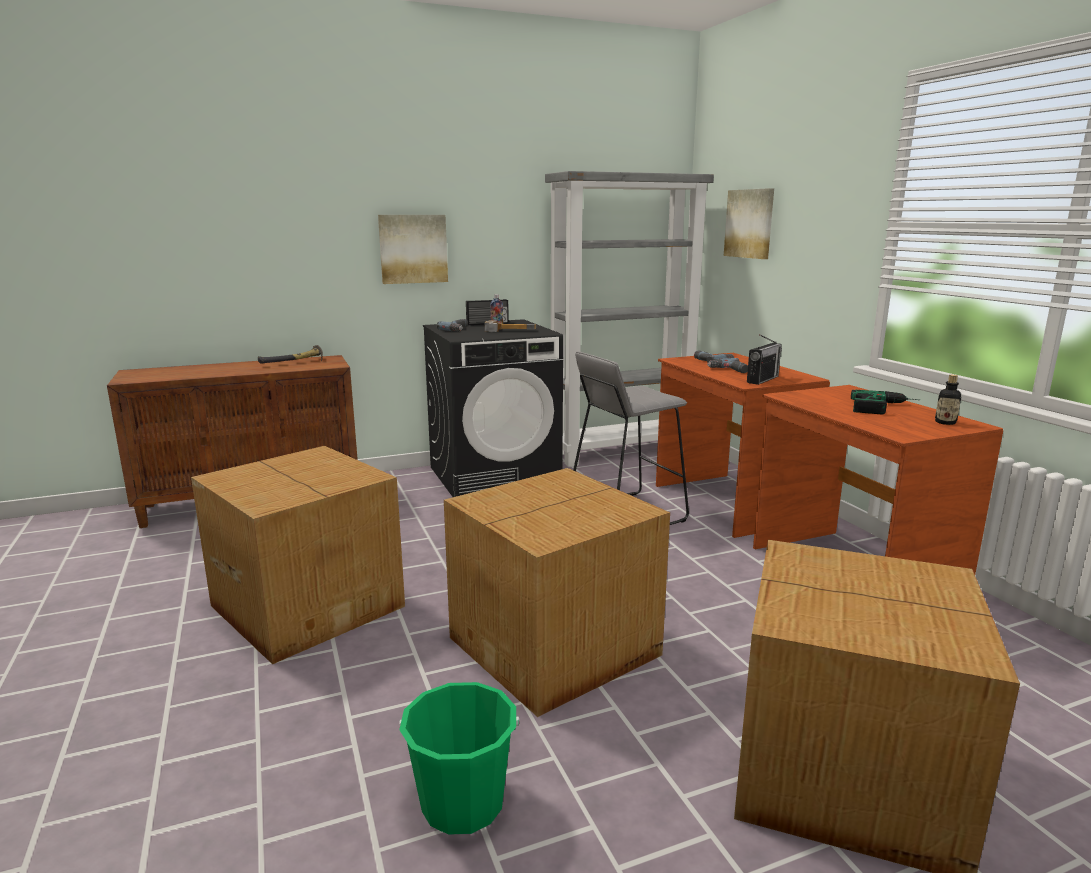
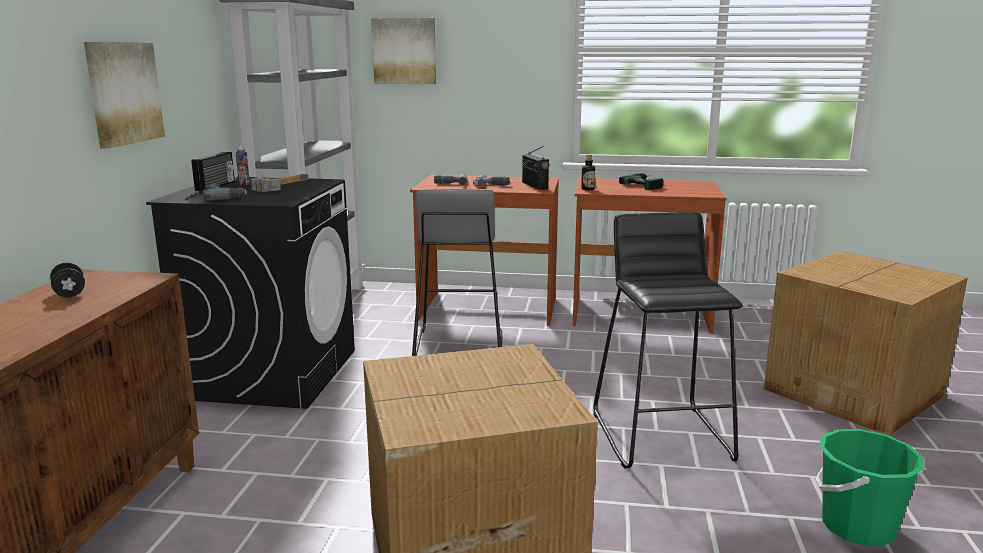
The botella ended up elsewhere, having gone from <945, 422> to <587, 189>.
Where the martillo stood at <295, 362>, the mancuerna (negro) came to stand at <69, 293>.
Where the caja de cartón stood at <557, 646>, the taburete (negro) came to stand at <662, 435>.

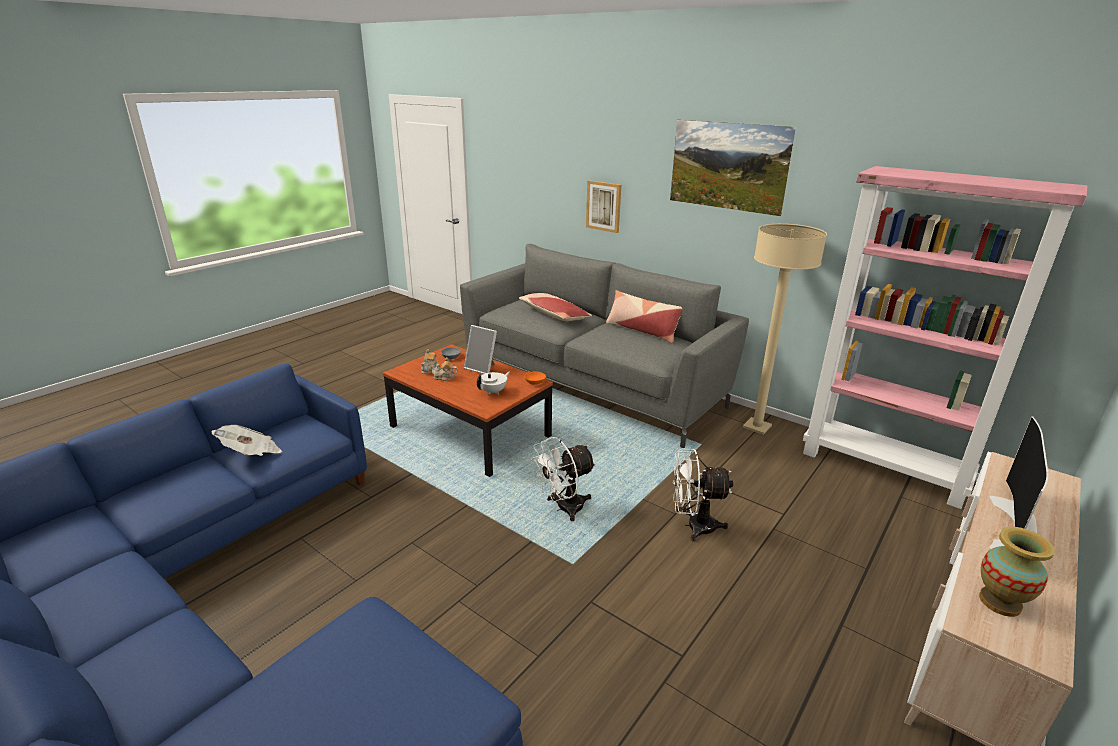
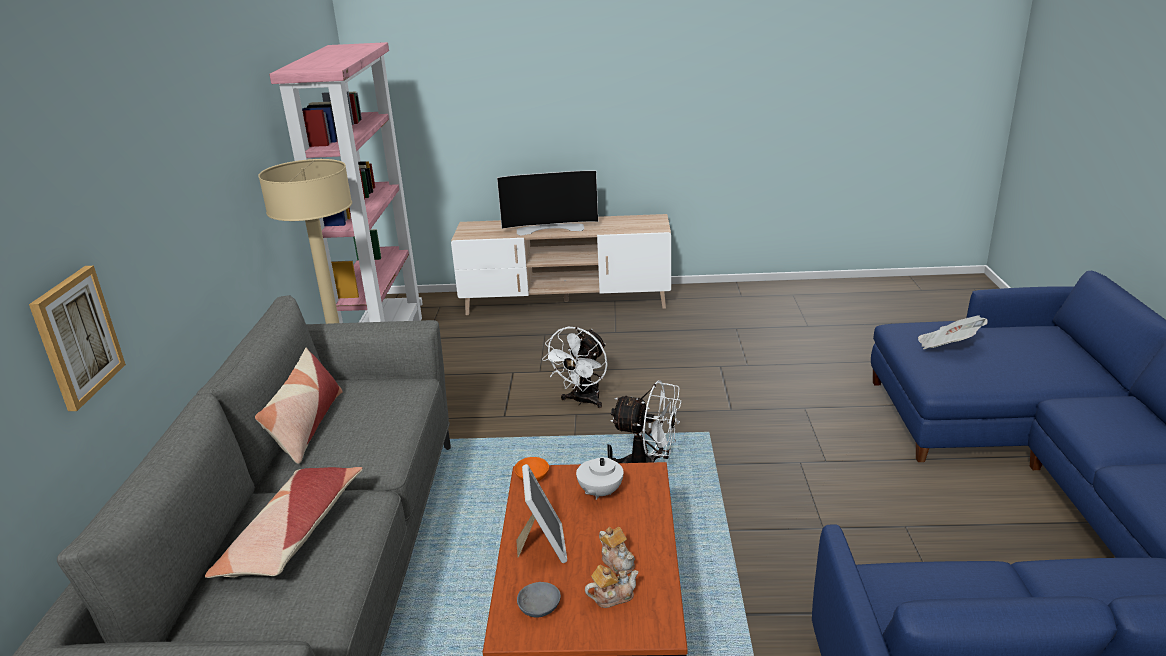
The second view lost the cuadro at <725, 187>.
The second view lost the florero at <999, 602>.
The periódico ended up elsewhere, having gone from <251, 453> to <947, 346>.
The tetera (blanco) at <493, 391> ended up facing another way, 75 degrees counterclockwise from before.
The ventilador (blanco) at <693, 526> ended up facing another way, 60 degrees clockwise from before.

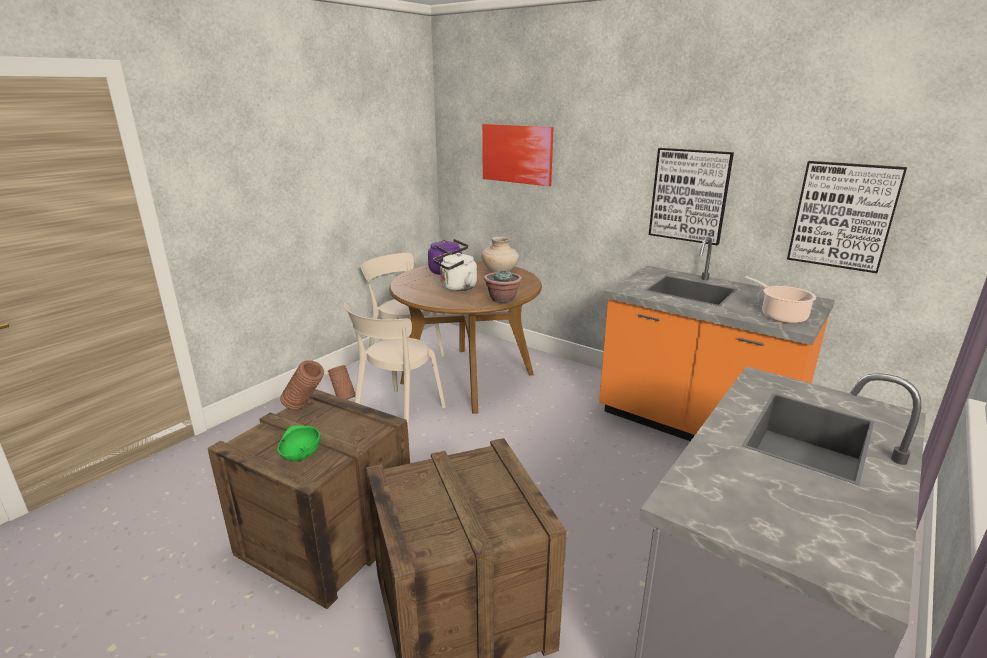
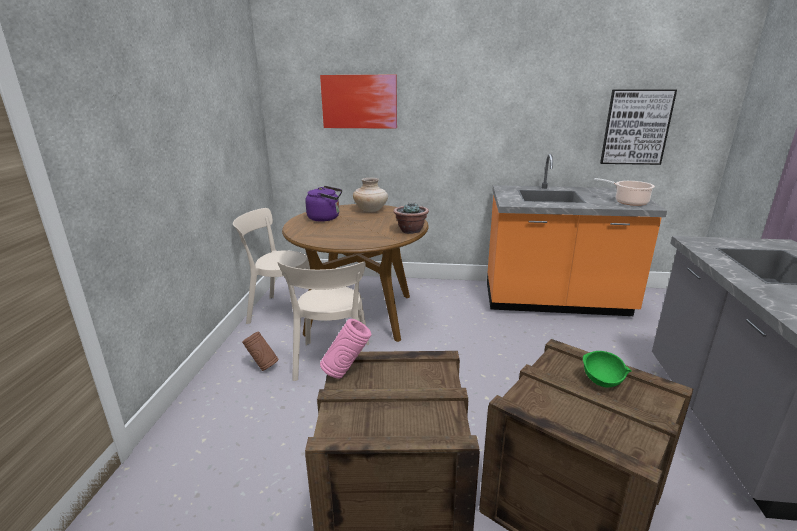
The second view lost the hervidor (blanco) at <456, 288>.
The second view lost the cuadro at <689, 195>.
The cuenco (verde) ended up elsewhere, having gone from <300, 456> to <602, 381>.
What was the florero (marrón) at <305, 408> turned into the florero (rosa) at <347, 373>.

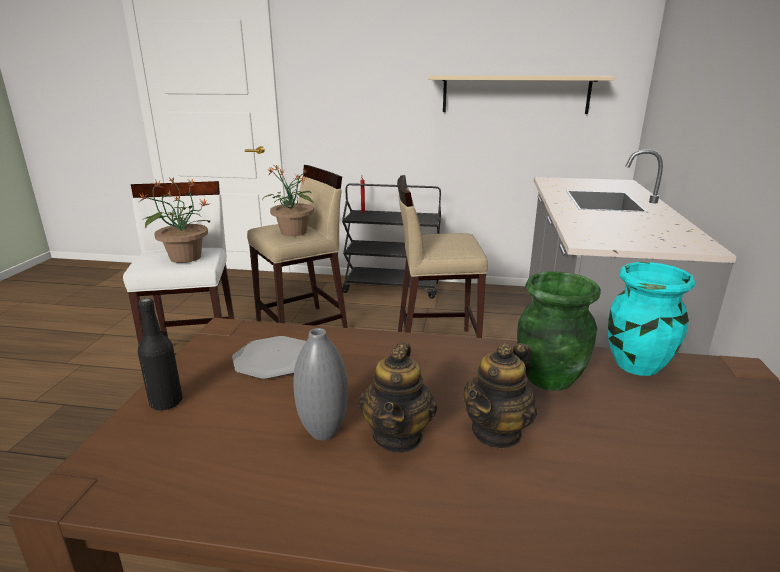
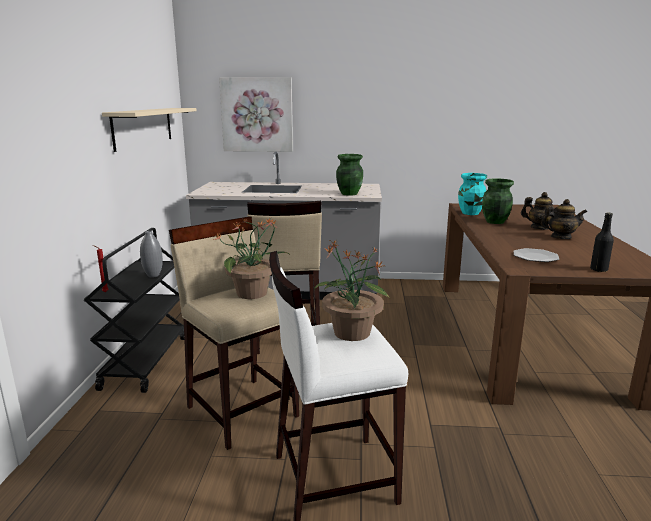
The second view gained the cuadro at <257, 115>.
The second view gained the florero (verde) at <349, 194>.
The florero (gris) ended up elsewhere, having gone from <323, 432> to <153, 275>.

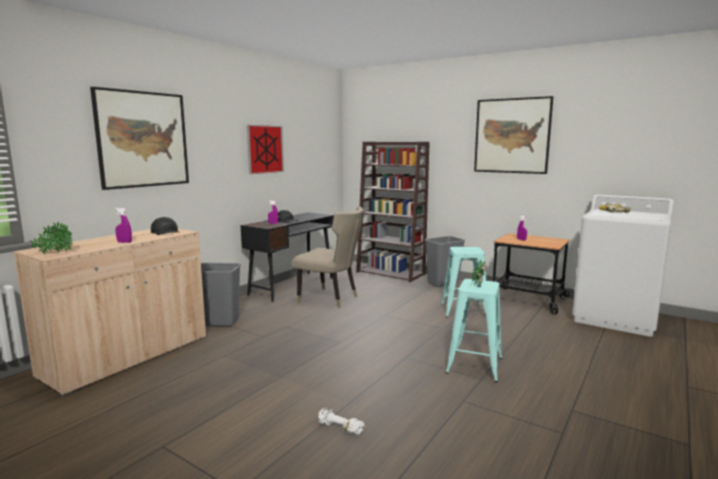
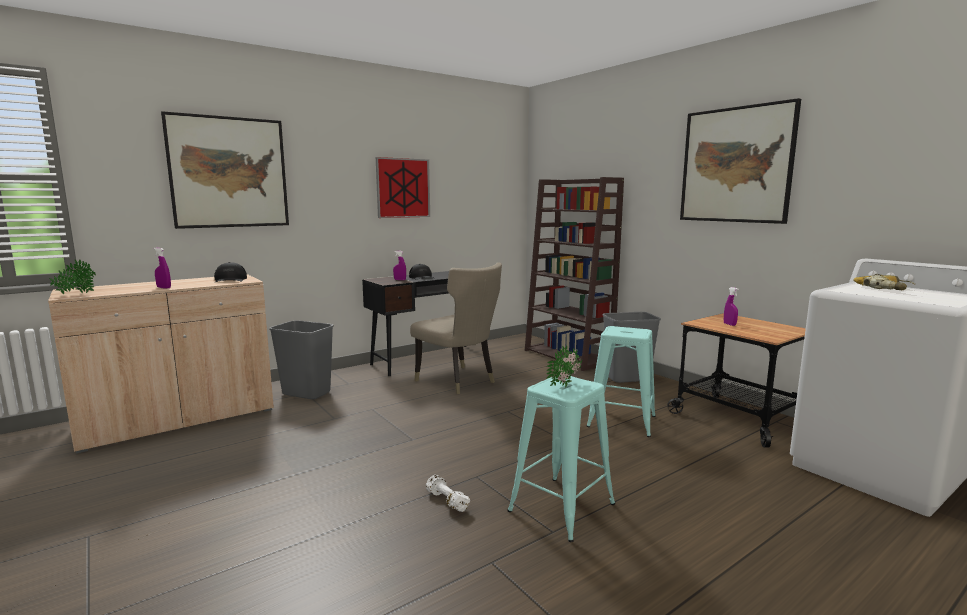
The mancuerna (blanco) ended up elsewhere, having gone from <339, 428> to <446, 501>.

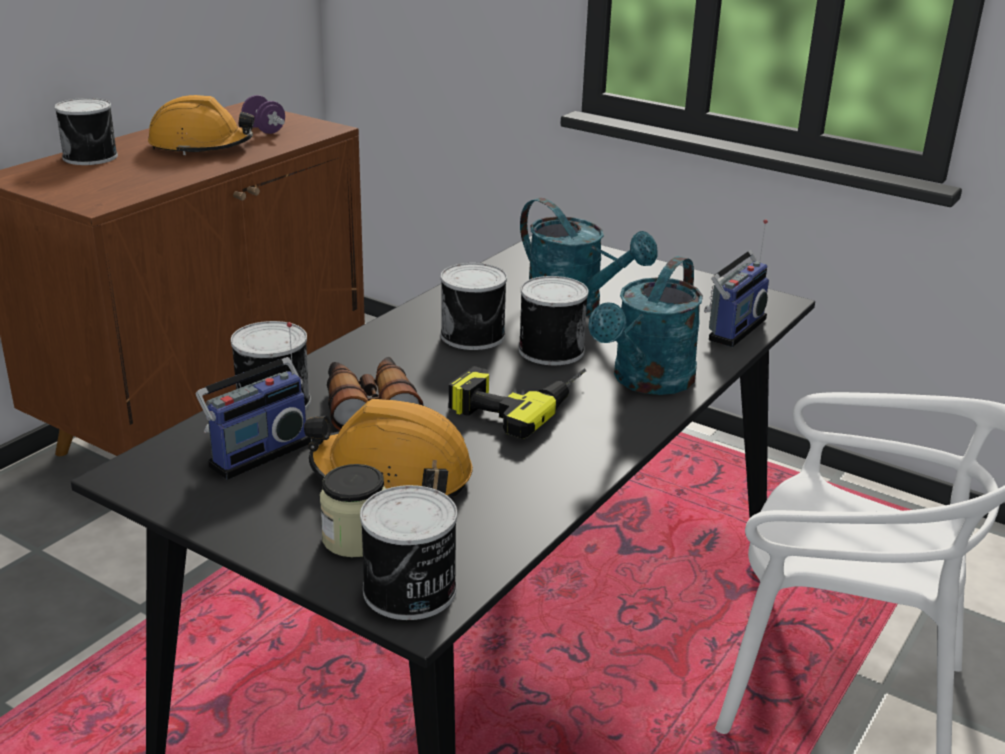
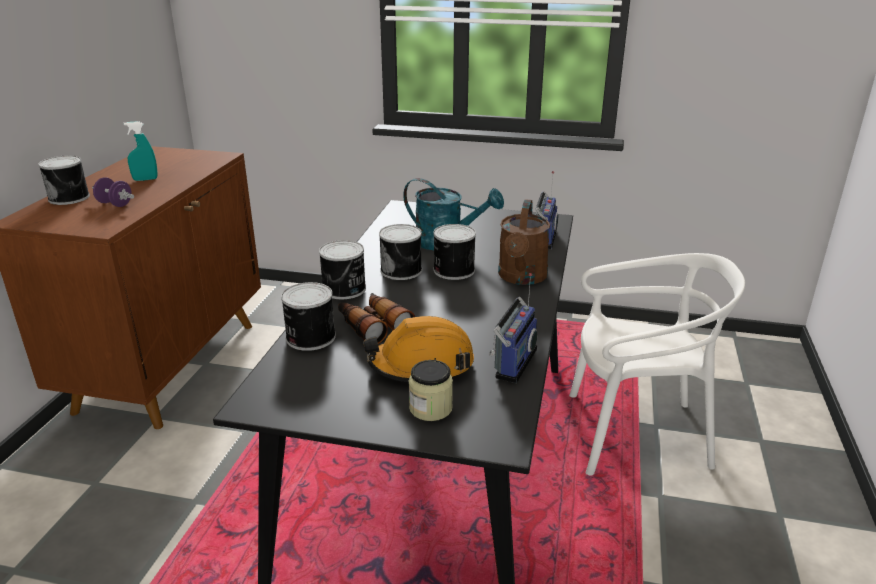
The second view lost the taladro at <518, 400>.
The radio ended up elsewhere, having gone from <257, 452> to <512, 362>.
The mancuerna (morado) ended up elsewhere, having gone from <264, 130> to <115, 204>.
The lata ended up elsewhere, having gone from <411, 591> to <345, 289>.
Where the casco (naranja) stood at <201, 146>, the pulverizador (turquesa) came to stand at <145, 179>.
What was the regadera (turquesa) at <646, 382> turned into the regadera (marrón) at <521, 278>.

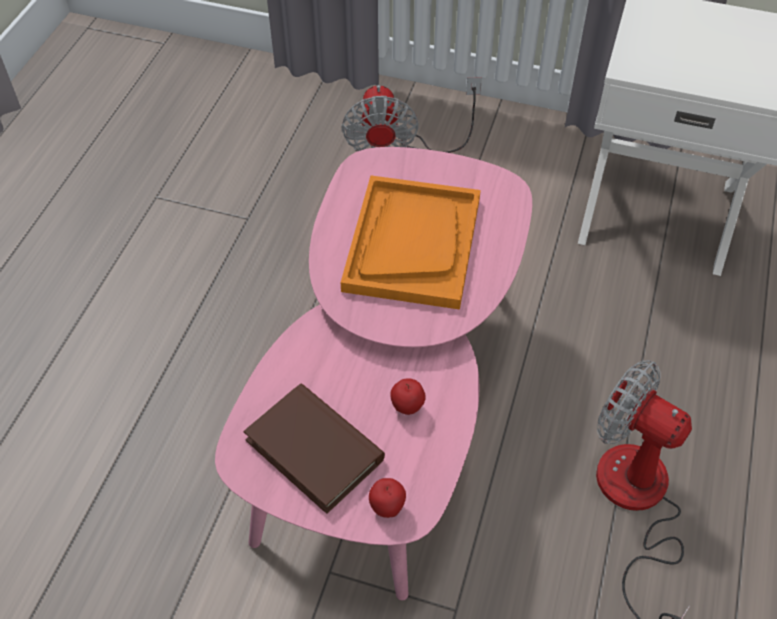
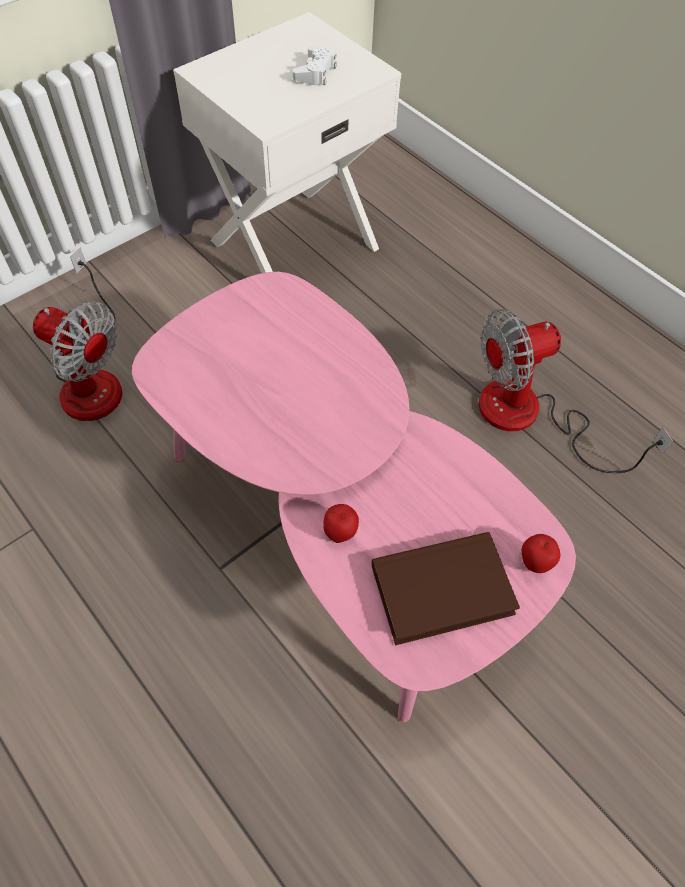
The second view lost the bandeja (naranja) at <412, 243>.
The second view gained the mando de consola (blanco) at <315, 72>.
The manzana ended up elsewhere, having gone from <407, 408> to <340, 533>.

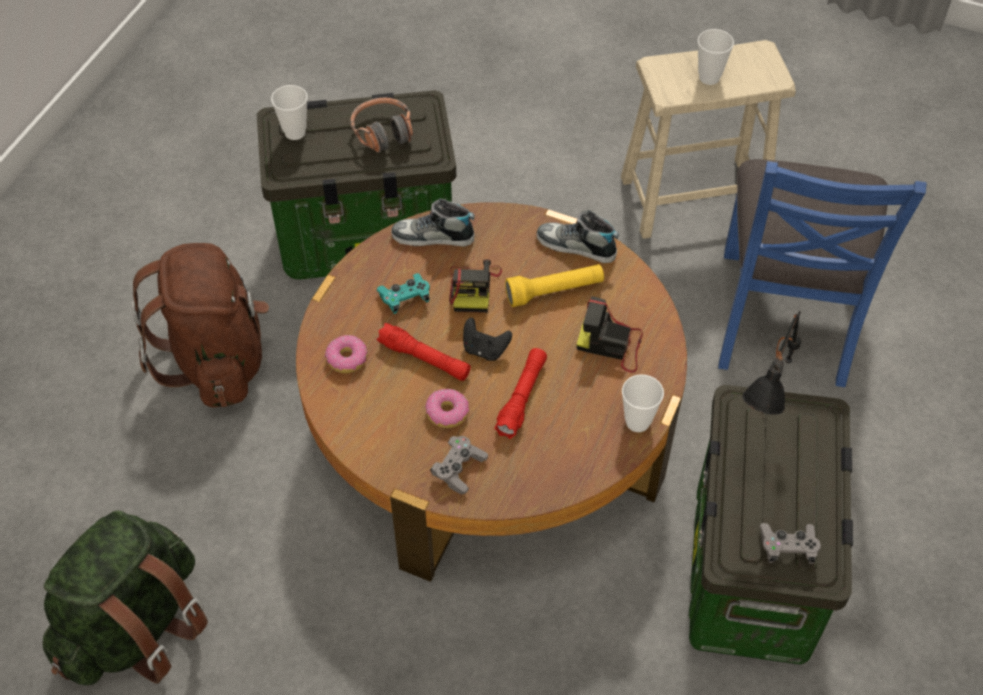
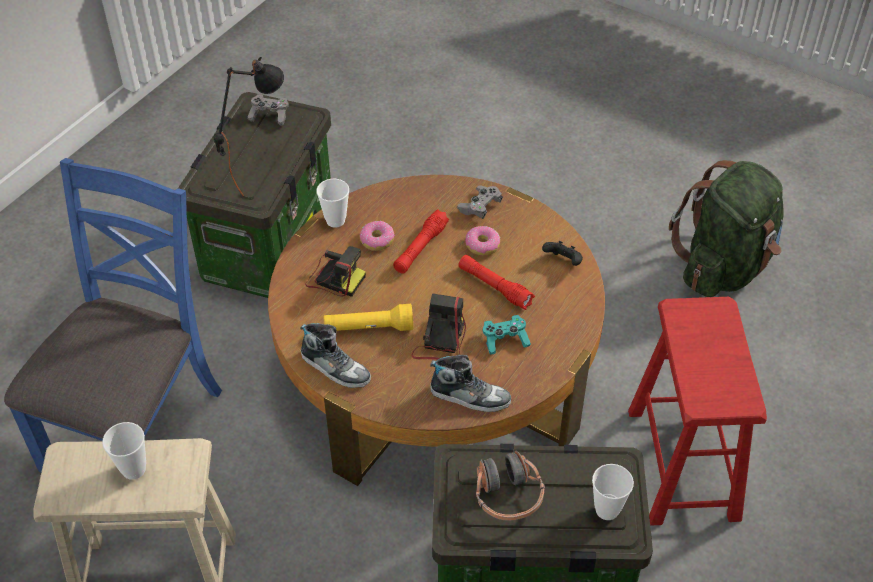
The rosquilla ended up elsewhere, having gone from <347, 359> to <377, 240>.
The mando de consola (negro) ended up elsewhere, having gone from <485, 349> to <563, 262>.
Where the mochila (marrón) stood at <217, 359>, the taburete (rojo) came to stand at <683, 464>.

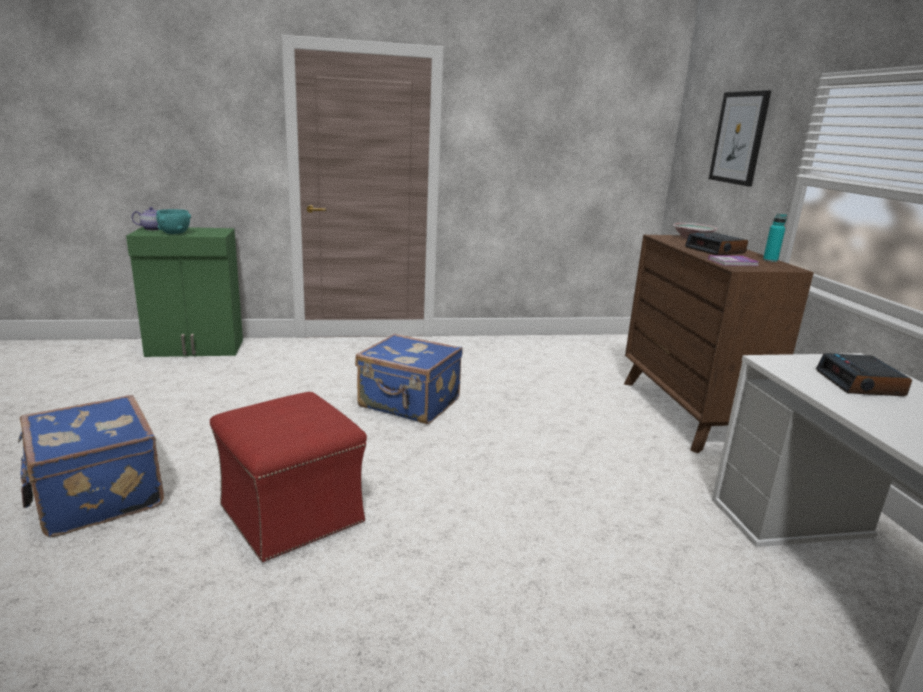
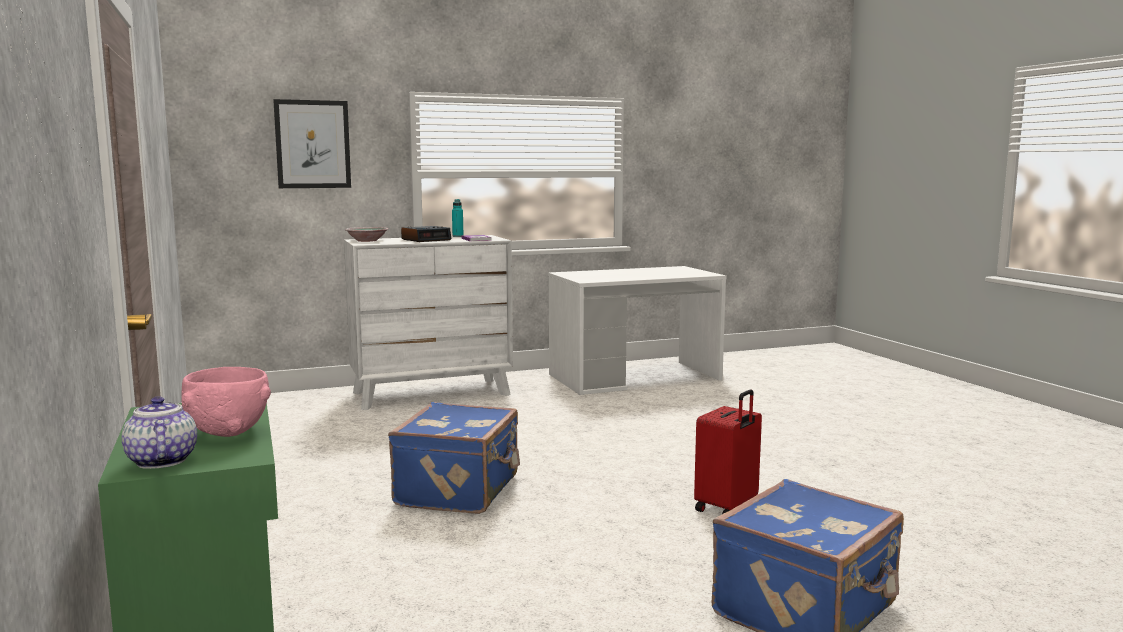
The second view lost the despertador at <860, 383>.
Where the puf (rojo) stood at <291, 513>, the maleta (rojo) came to stand at <727, 508>.
What was the cuenco (turquesa) at <175, 233> turned into the cuenco (rosa) at <228, 432>.
What was the cómoda (marrón) at <687, 412> turned into the cómoda (blanco) at <431, 394>.

